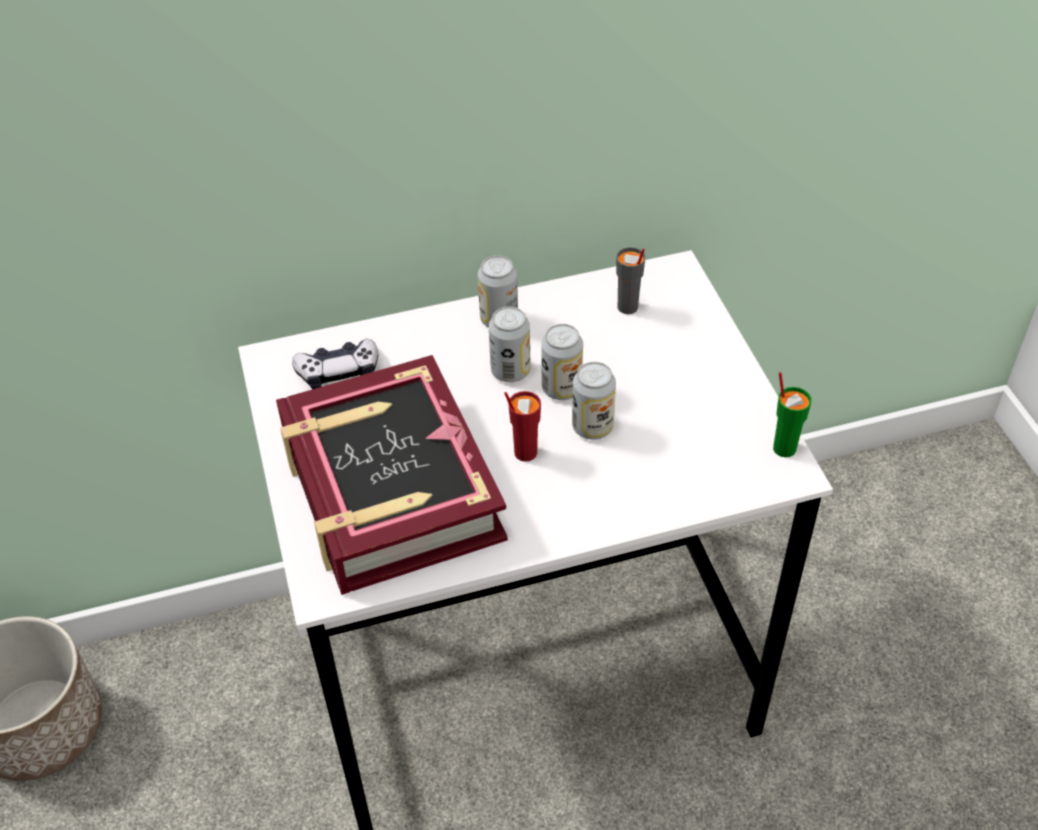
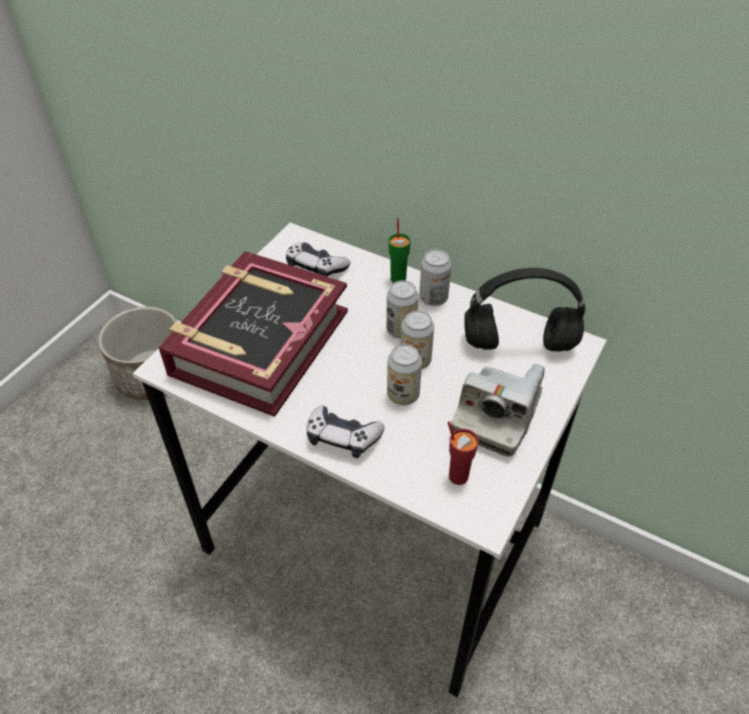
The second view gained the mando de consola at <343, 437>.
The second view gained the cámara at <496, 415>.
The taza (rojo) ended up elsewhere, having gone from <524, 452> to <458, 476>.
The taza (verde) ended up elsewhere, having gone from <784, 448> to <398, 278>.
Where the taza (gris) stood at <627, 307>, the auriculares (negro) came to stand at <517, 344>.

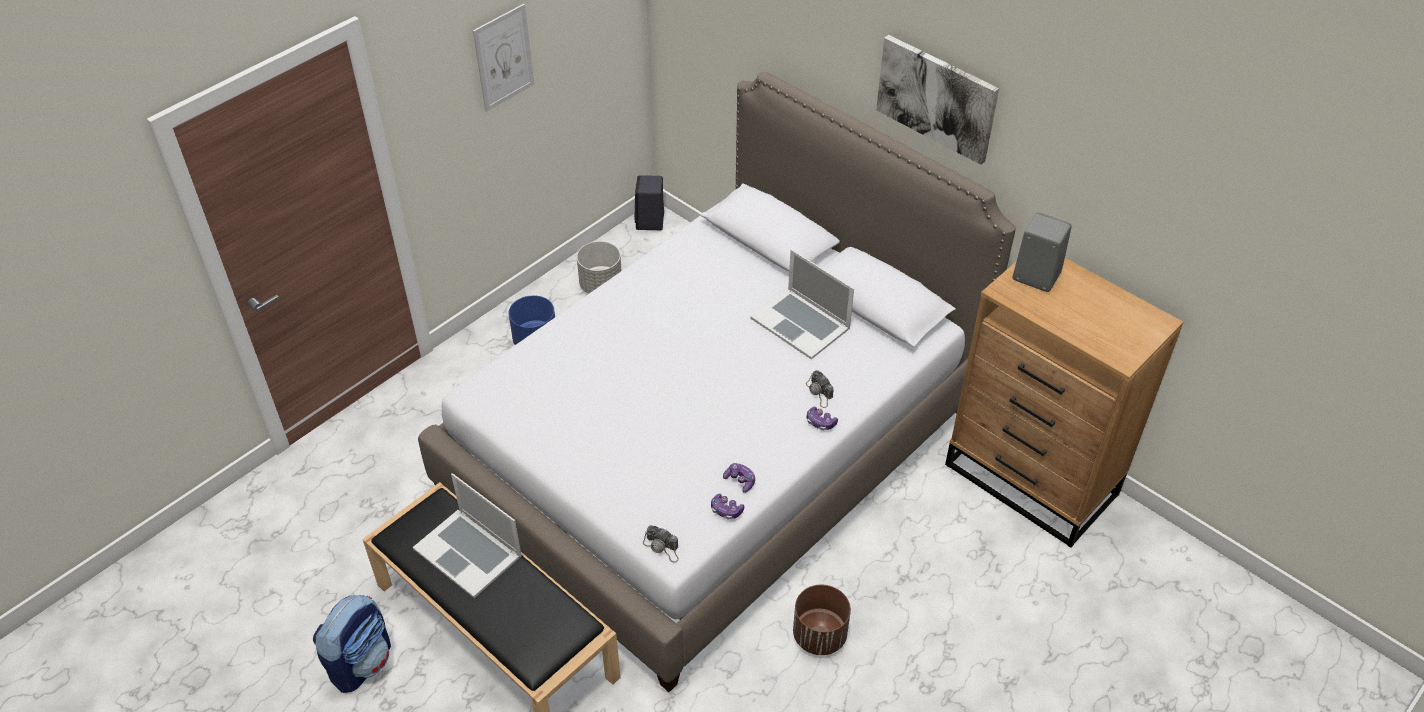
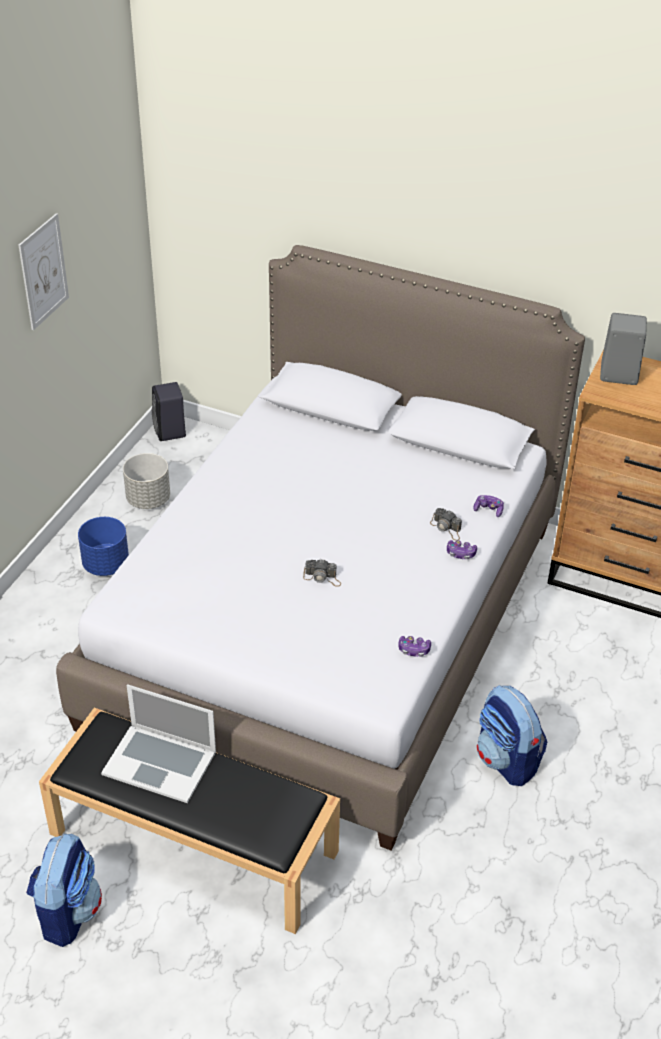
The second view lost the portátil at <800, 323>.
The second view lost the cuadro at <937, 98>.
The cámara ended up elsewhere, having gone from <662, 547> to <322, 578>.
The mando de consola ended up elsewhere, having gone from <740, 480> to <488, 510>.
Where the maceta (marrón) stood at <820, 636>, the mochila came to stand at <507, 761>.

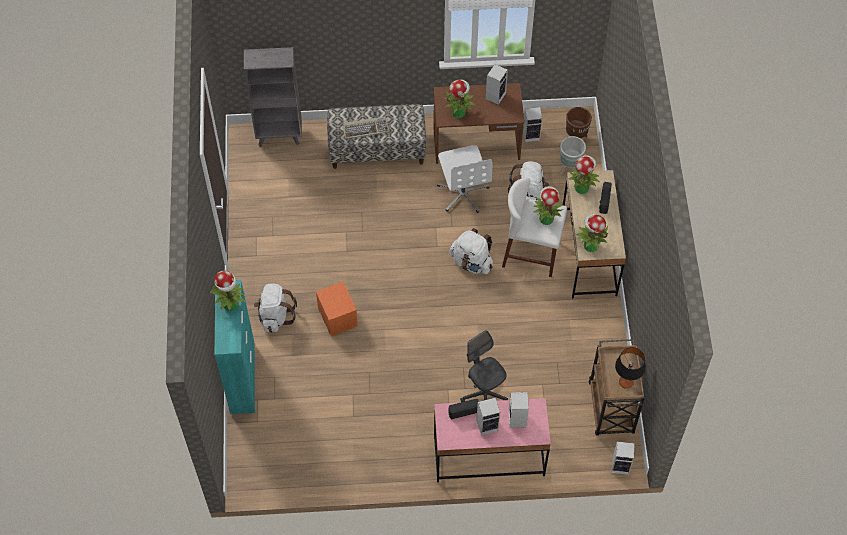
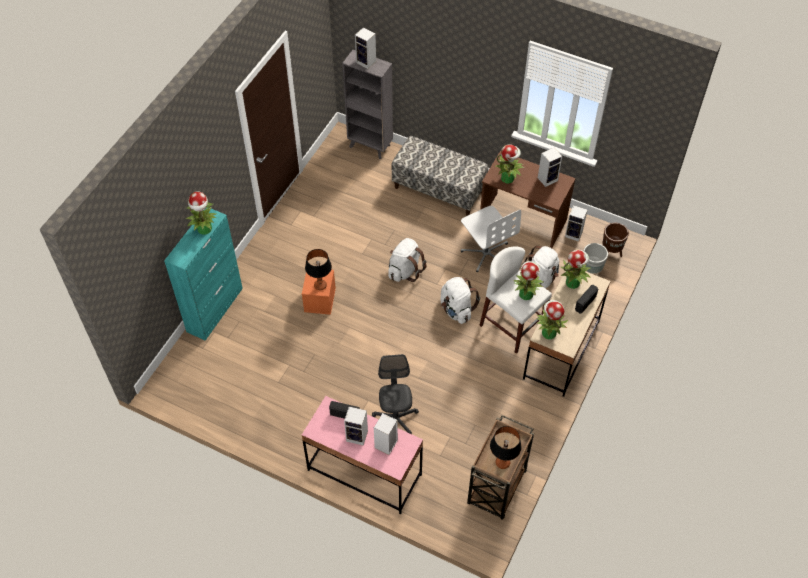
The second view lost the teclado at <366, 128>.
The second view gained the lámpara de mesa at <320, 285>.
The mochila (blanco) ended up elsewhere, having gone from <275, 316> to <405, 270>.
The altavoz ended up elsewhere, having gone from <621, 466> to <367, 62>.
The silla de oficina (blanco) at <463, 193> ended up facing another way, 45 degrees counterclockwise from before.

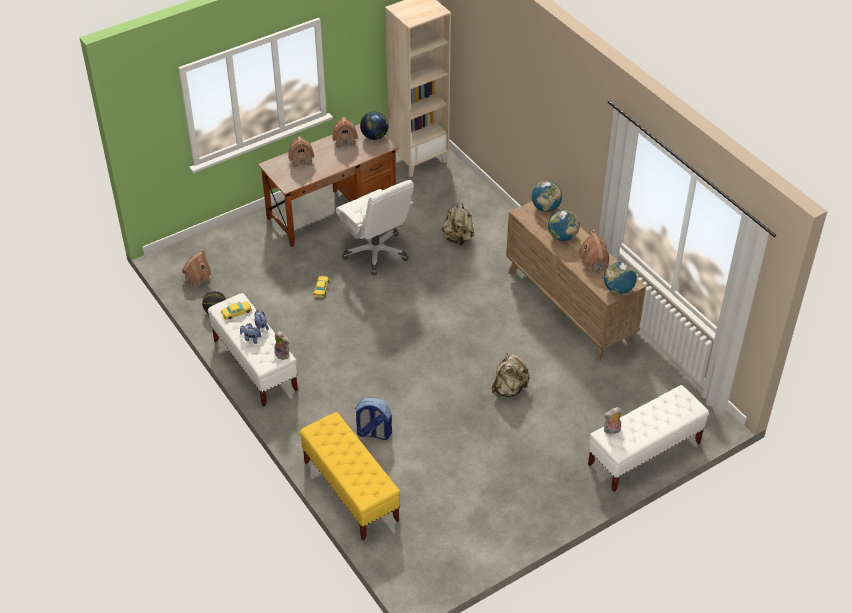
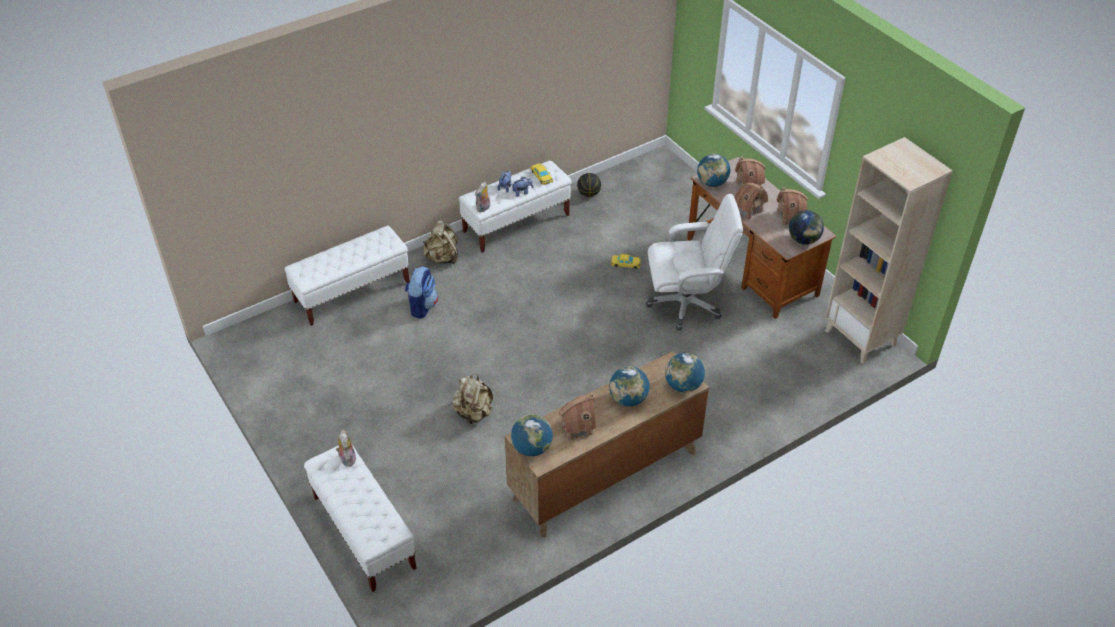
The second view gained the globo terráqueo at <712, 183>.
The casita ended up elsewhere, having gone from <197, 279> to <748, 210>.
The mochila (beis) ended up elsewhere, having gone from <458, 238> to <442, 258>.
What was the banco (amarillo) at <350, 491> turned into the banco (blanco) at <352, 292>.
The silla de oficina (blanco) at <376, 252> ended up facing another way, 150 degrees counterclockwise from before.

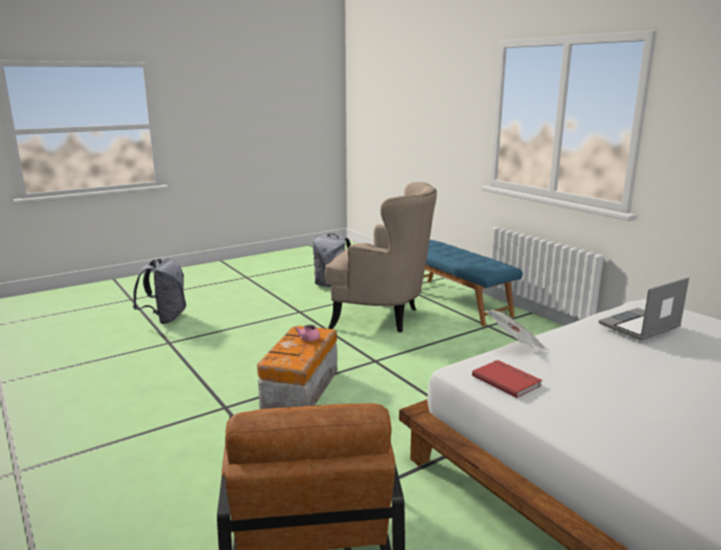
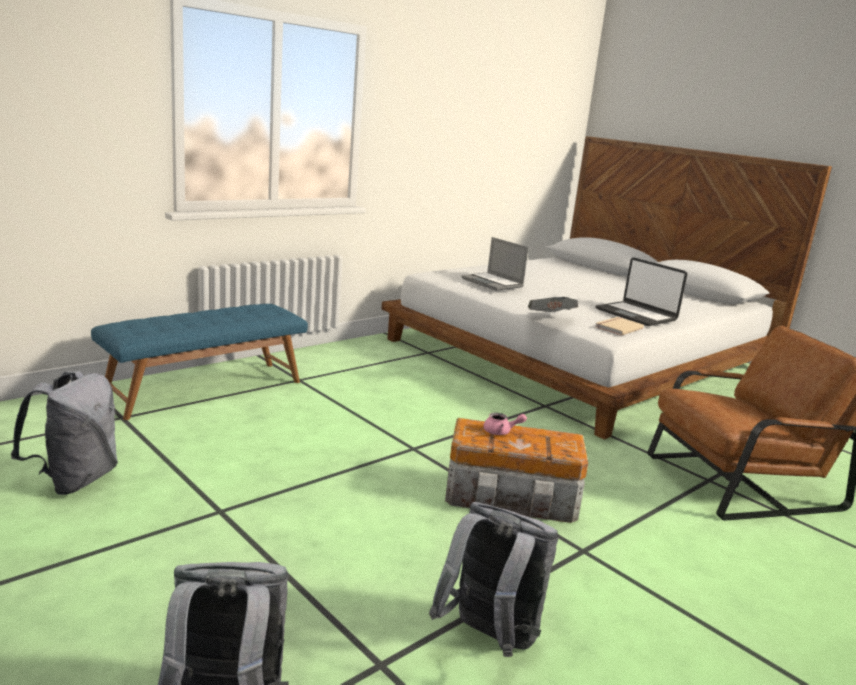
The second view lost the sillón (beis) at <382, 317>.
The second view gained the mochila (gris) at <488, 638>.
The second view gained the portátil at <636, 315>.
What was the libro (rojo) at <507, 380> turned into the libro (beis) at <617, 327>.

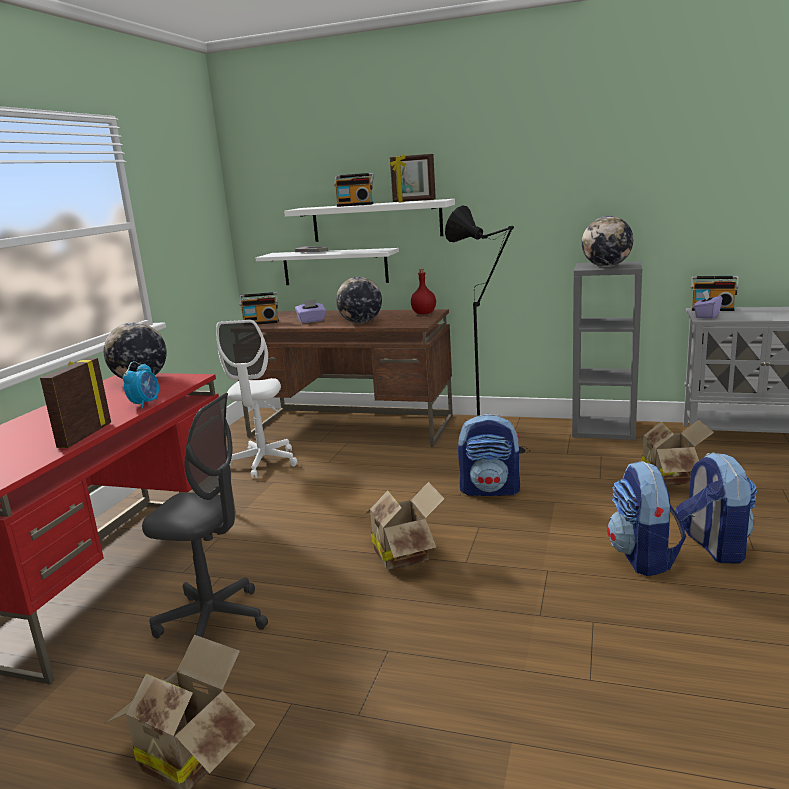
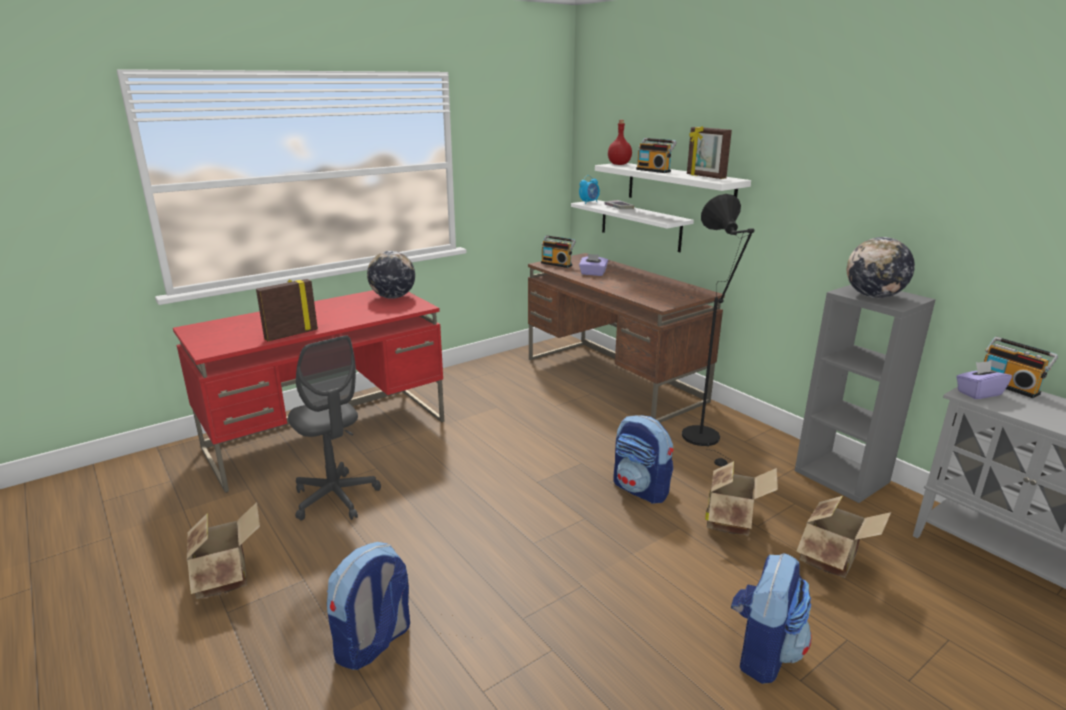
The second view lost the silla de oficina (blanco) at <263, 463>.
The second view lost the globo terráqueo at <360, 322>.
The despertador ended up elsewhere, having gone from <145, 404> to <589, 202>.
The caja de cartón ended up elsewhere, having gone from <404, 554> to <732, 521>.
The botella (rojo) ended up elsewhere, having gone from <424, 313> to <619, 164>.
The mochila ended up elsewhere, having gone from <643, 557> to <373, 643>.

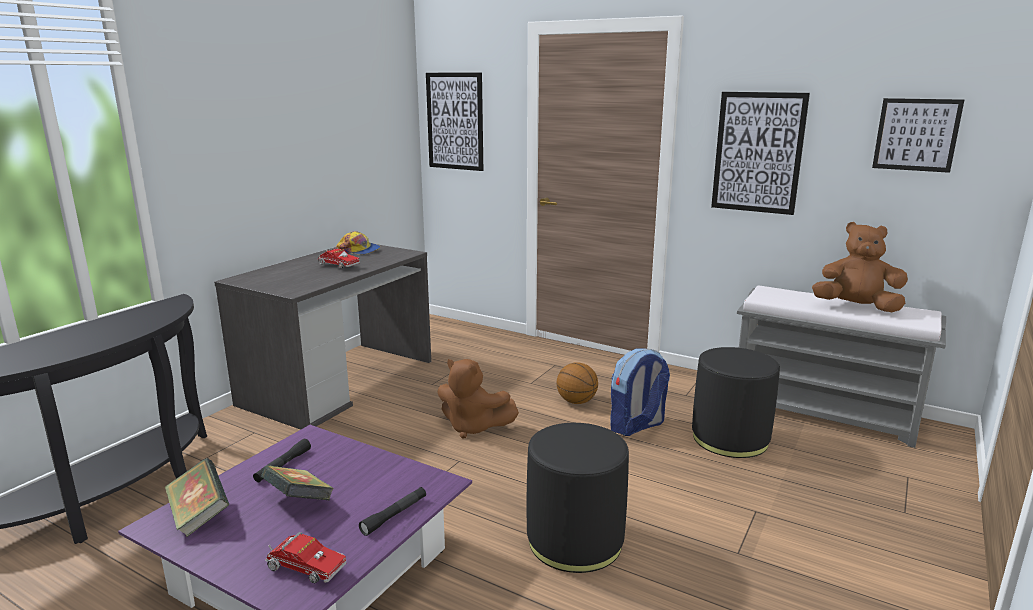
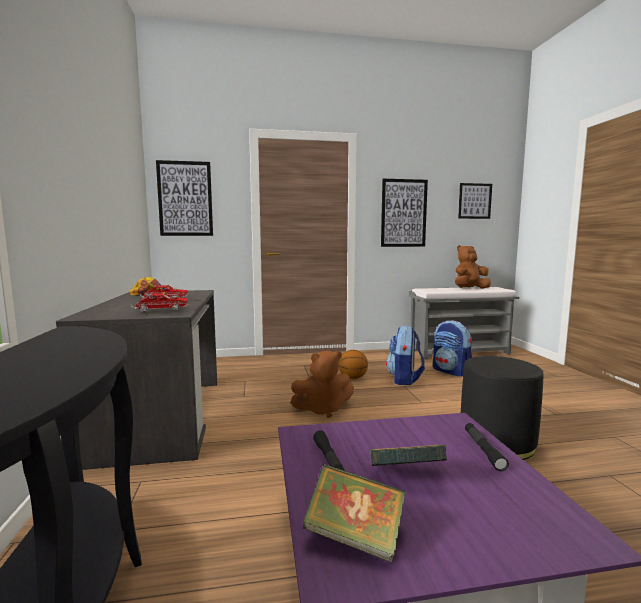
The camión de juguete ended up elsewhere, having gone from <303, 568> to <160, 311>.
Where the puf (negro) stood at <730, 439>, the mochila came to stand at <451, 371>.

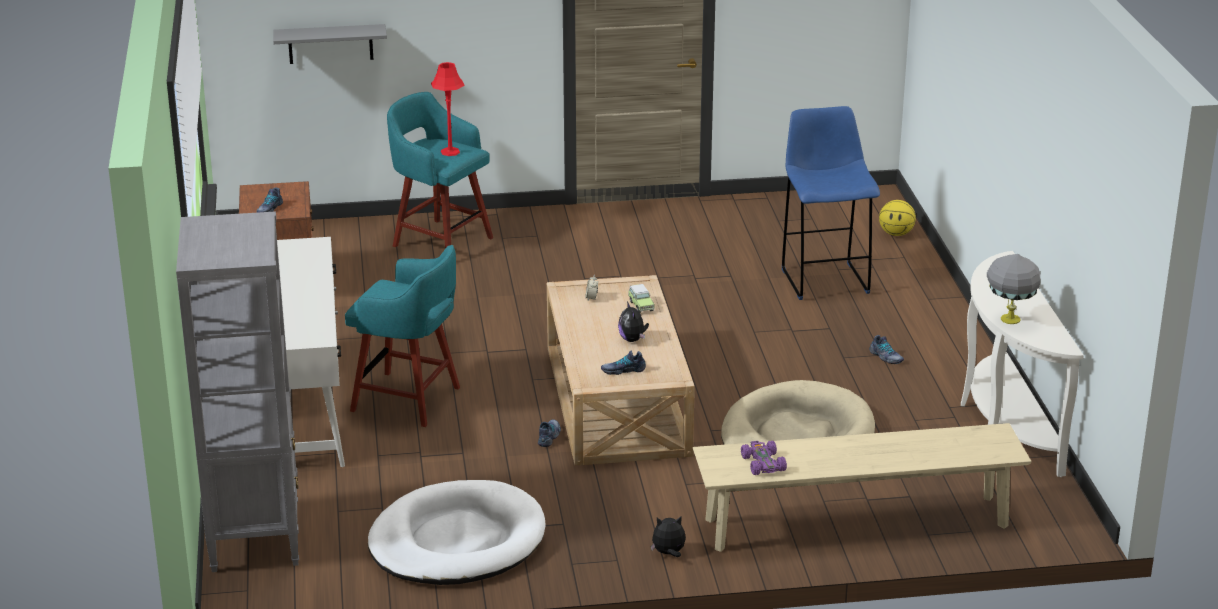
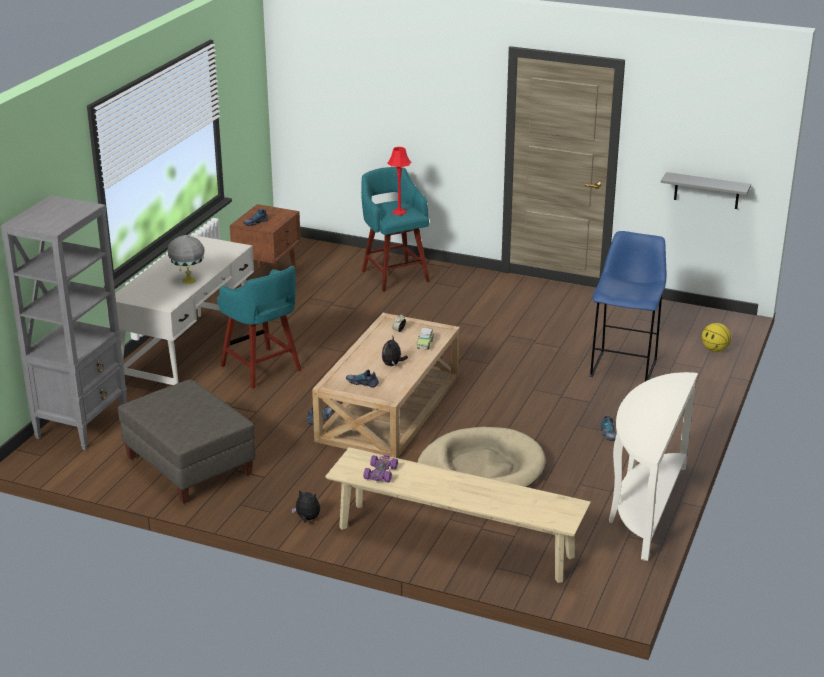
The estante (gris) ended up elsewhere, having gone from <330, 44> to <706, 191>.
The lámpara de mesa (gris) ended up elsewhere, having gone from <1009, 319> to <188, 280>.
Where the cama para perro (blanco) stood at <457, 541>, the puf (gris) came to stand at <189, 466>.

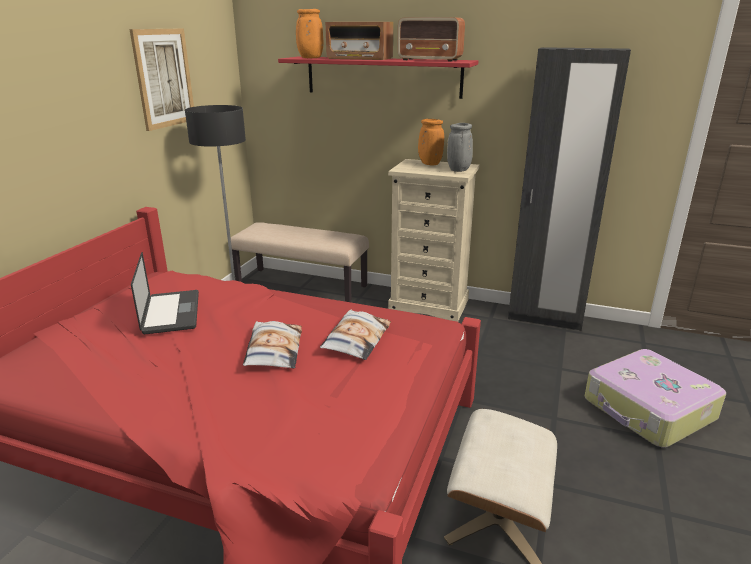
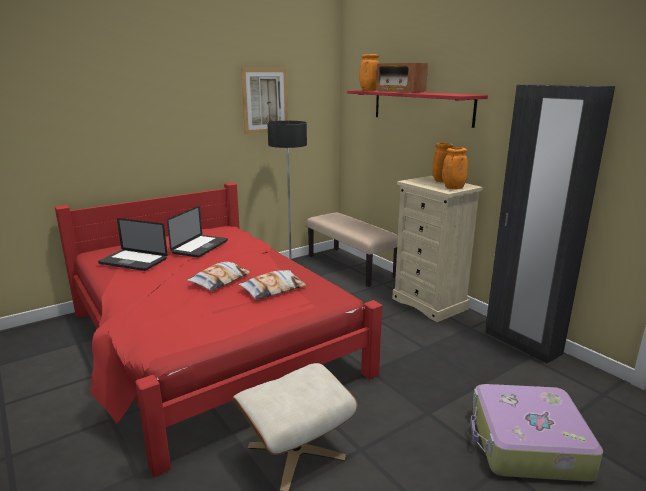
The second view lost the radio at <430, 60>.
The second view gained the portátil at <133, 261>.
What was the florero (gris) at <458, 170> turned into the florero (naranja) at <453, 188>.

